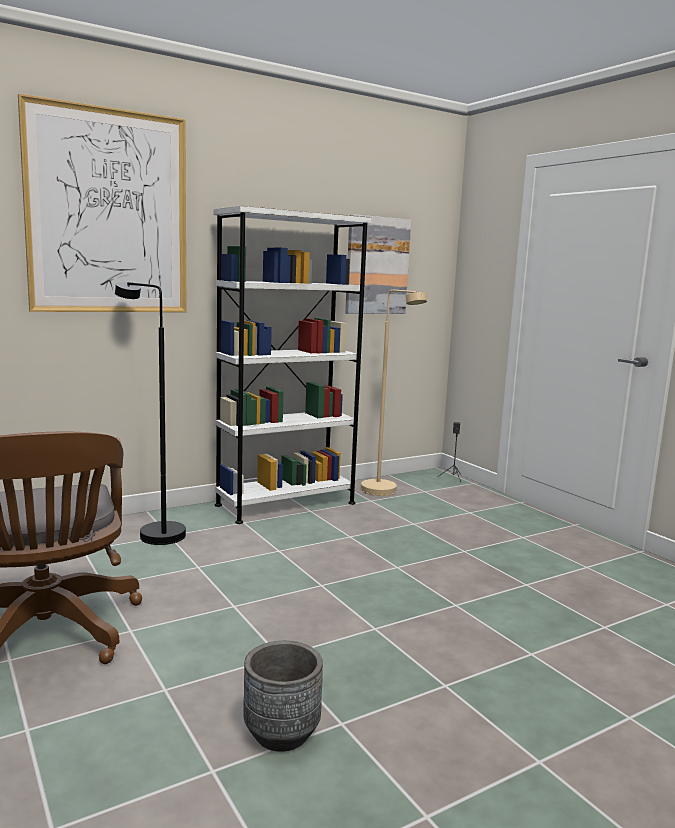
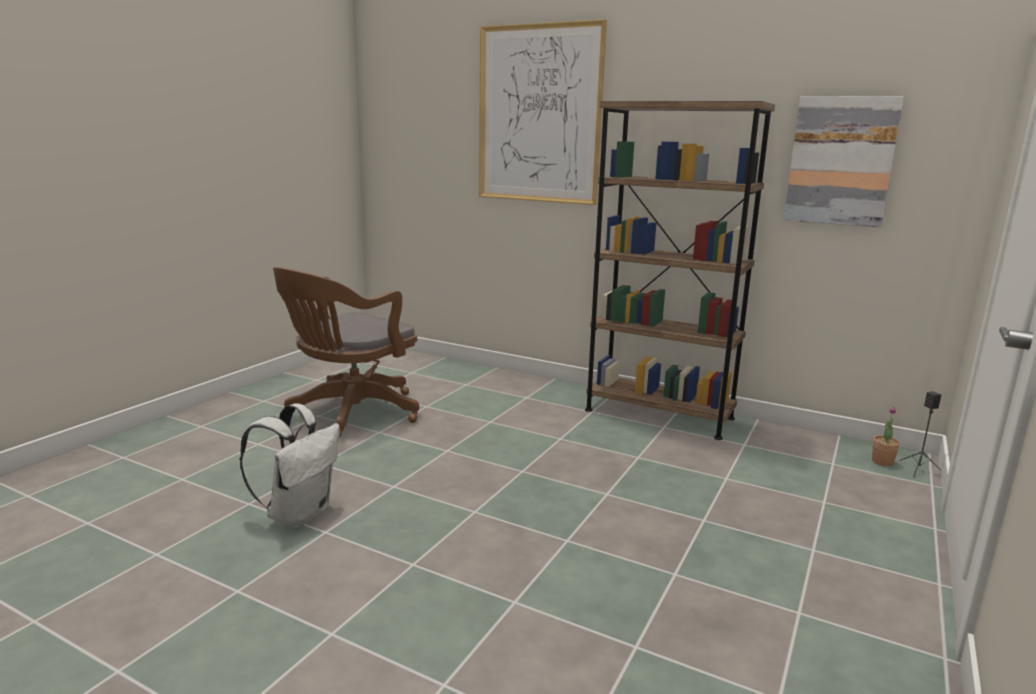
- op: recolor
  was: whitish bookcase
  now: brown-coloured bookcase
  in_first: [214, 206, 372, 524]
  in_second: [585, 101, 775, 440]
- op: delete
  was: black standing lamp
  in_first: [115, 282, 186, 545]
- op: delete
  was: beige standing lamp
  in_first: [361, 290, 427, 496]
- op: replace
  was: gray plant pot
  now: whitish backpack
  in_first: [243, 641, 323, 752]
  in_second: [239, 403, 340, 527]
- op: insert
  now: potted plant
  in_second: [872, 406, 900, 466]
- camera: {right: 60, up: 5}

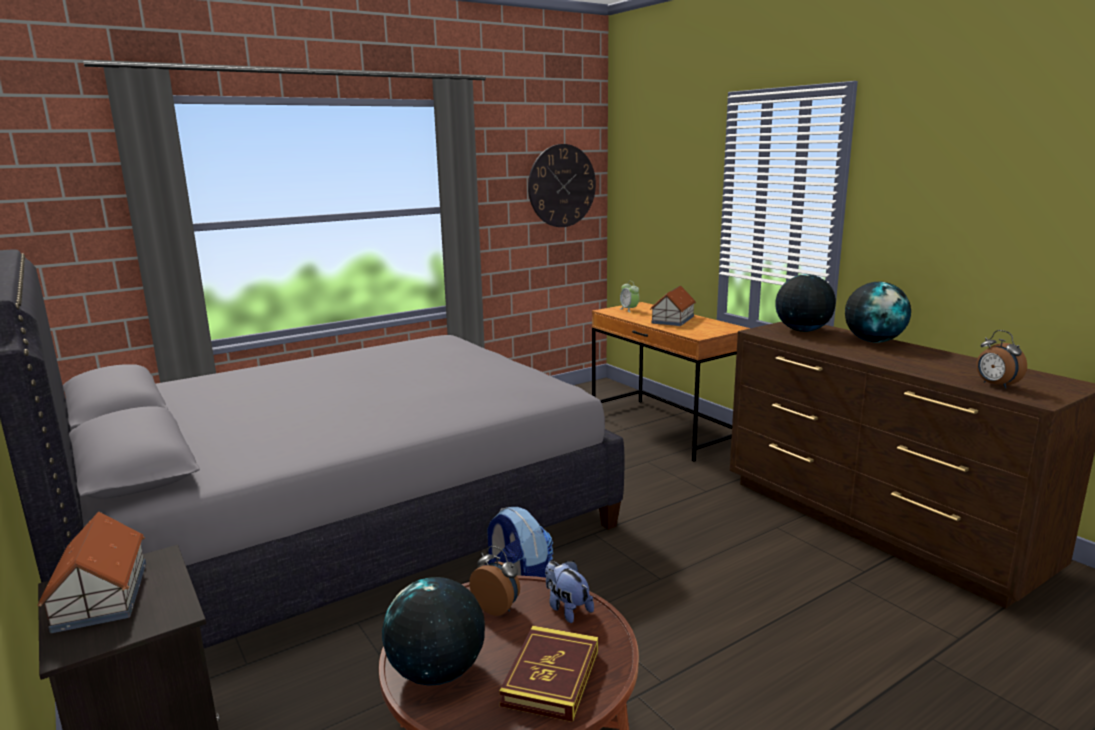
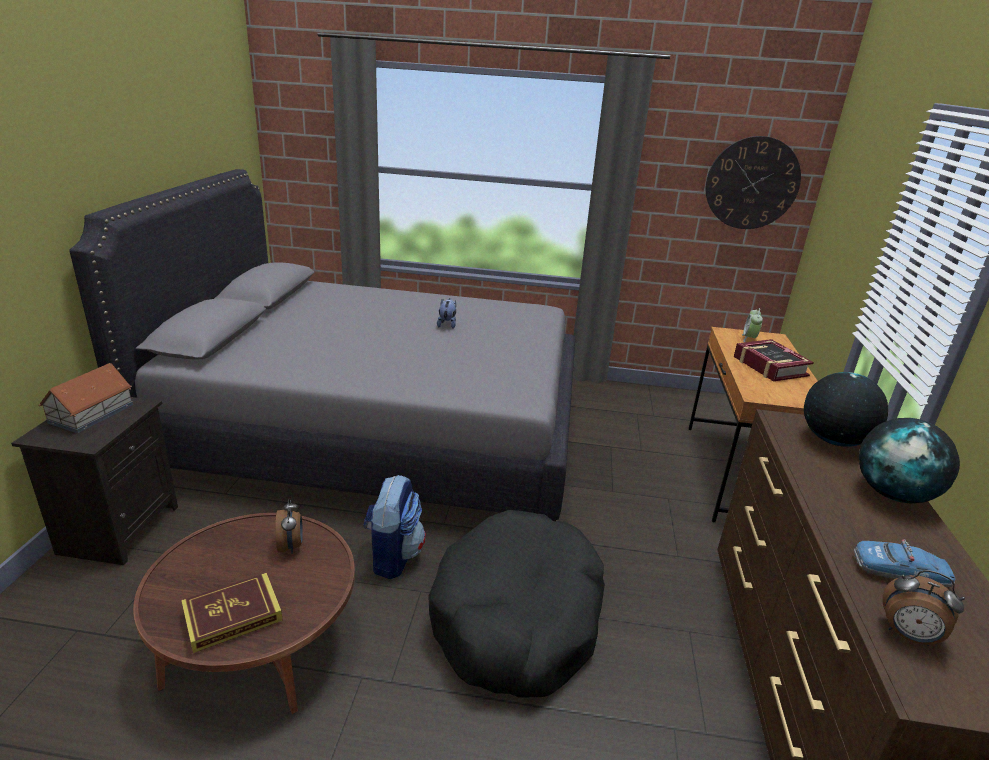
- op: replace
  was: model house
  now: book
  in_first: [650, 285, 696, 326]
  in_second: [734, 339, 814, 381]
- op: rotate
  was: table clock
  in_first: [976, 330, 1027, 389]
  in_second: [882, 570, 965, 646]
  clockwise: -75
- op: move
  was: plush toy
  in_first: [545, 561, 594, 623]
  in_second: [437, 298, 456, 329]
- op: delete
  was: desk globe
  in_first: [382, 577, 485, 686]
- op: insert
  now: black dog cushion
  in_second: [428, 510, 605, 698]
- op: insert
  now: miniature car
  in_second: [854, 539, 956, 587]
- camera: {right: 40, up: 10}

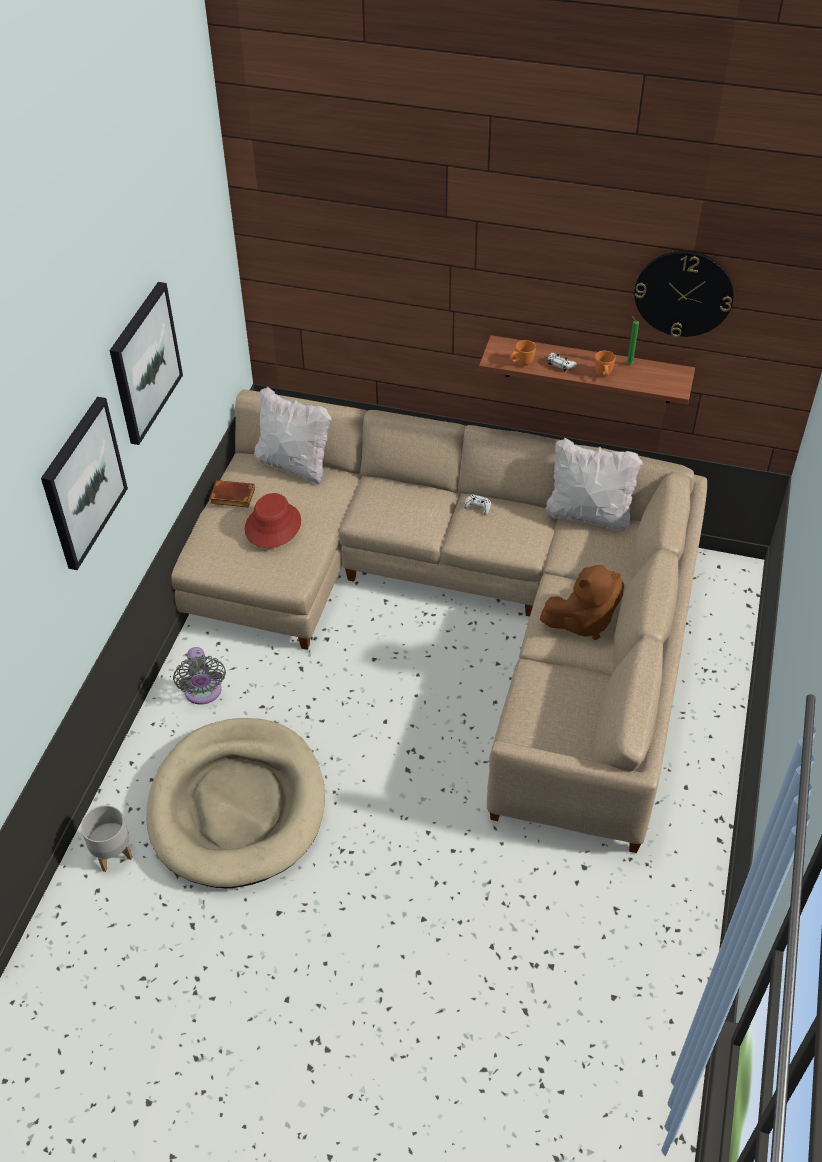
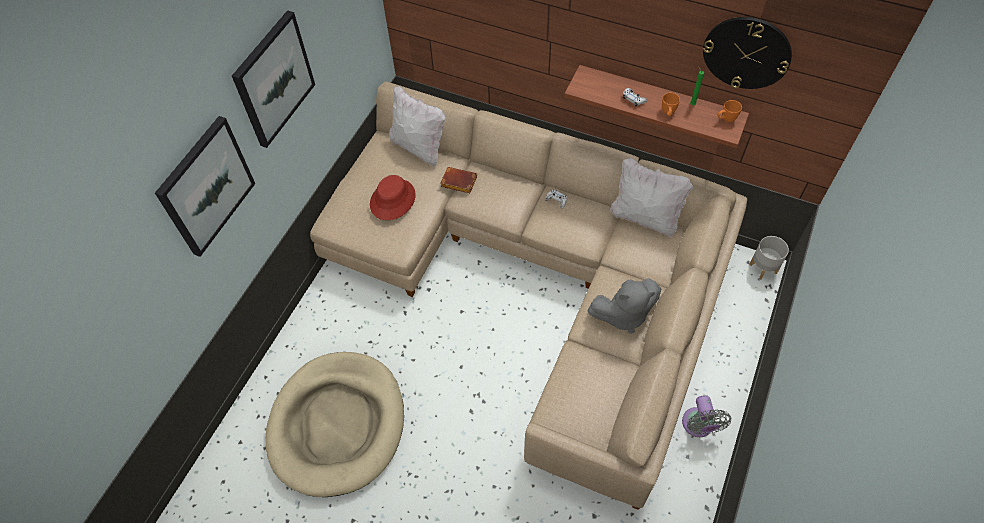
- op: move
  was: orangey coffee mug
  in_first: [510, 340, 536, 366]
  in_second: [717, 100, 742, 122]
- op: move
  was: brown-coloured book
  in_first: [209, 480, 255, 507]
  in_second: [440, 167, 477, 193]
- op: recolor
  was: brown-coloured plush toy
  now: gray plush toy
  in_first: [540, 565, 624, 640]
  in_second: [587, 278, 661, 334]
- op: move
  was: gray electric fan
  in_first: [173, 647, 226, 705]
  in_second: [682, 395, 731, 437]
- op: move
  was: gray plant pot
  in_first: [81, 805, 133, 872]
  in_second: [749, 236, 789, 280]
- camera: {right: 10, up: 10}

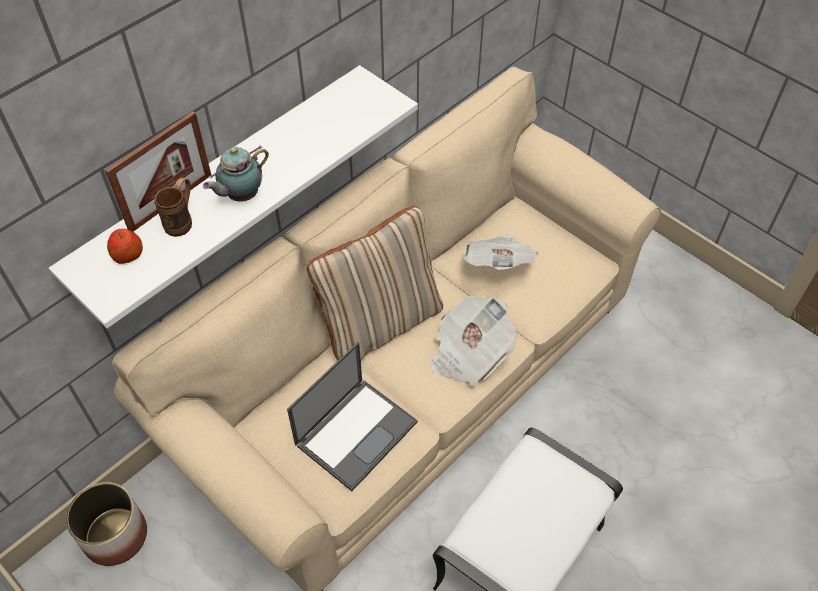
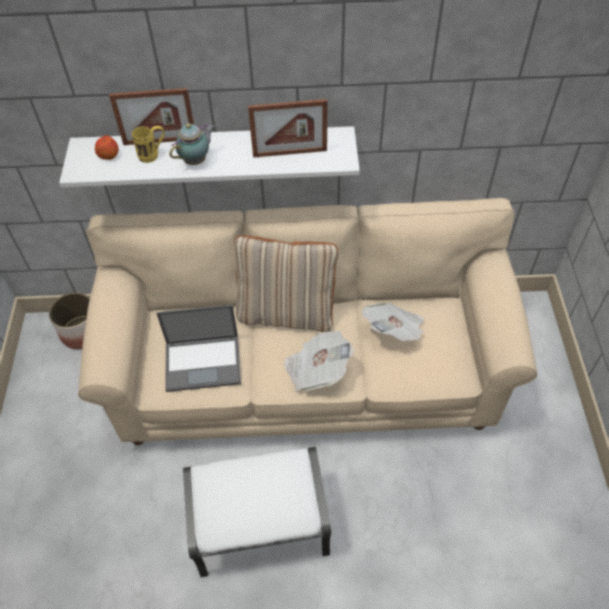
- op: rotate
  was: tea pot
  in_first: [203, 145, 269, 202]
  in_second: [170, 123, 214, 165]
  clockwise: 135
- op: recolor
  was: brown-coloured coffee mug
  now: yellow-coloured coffee mug
  in_first: [155, 178, 192, 237]
  in_second: [132, 126, 164, 163]
- op: insert
  now: photo frame
  in_second: [248, 99, 327, 158]
- camera: {right: 45, up: 0}

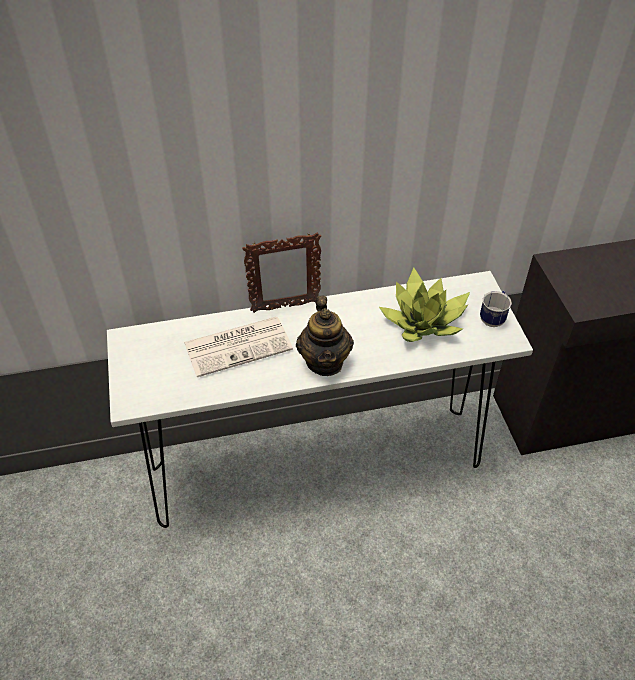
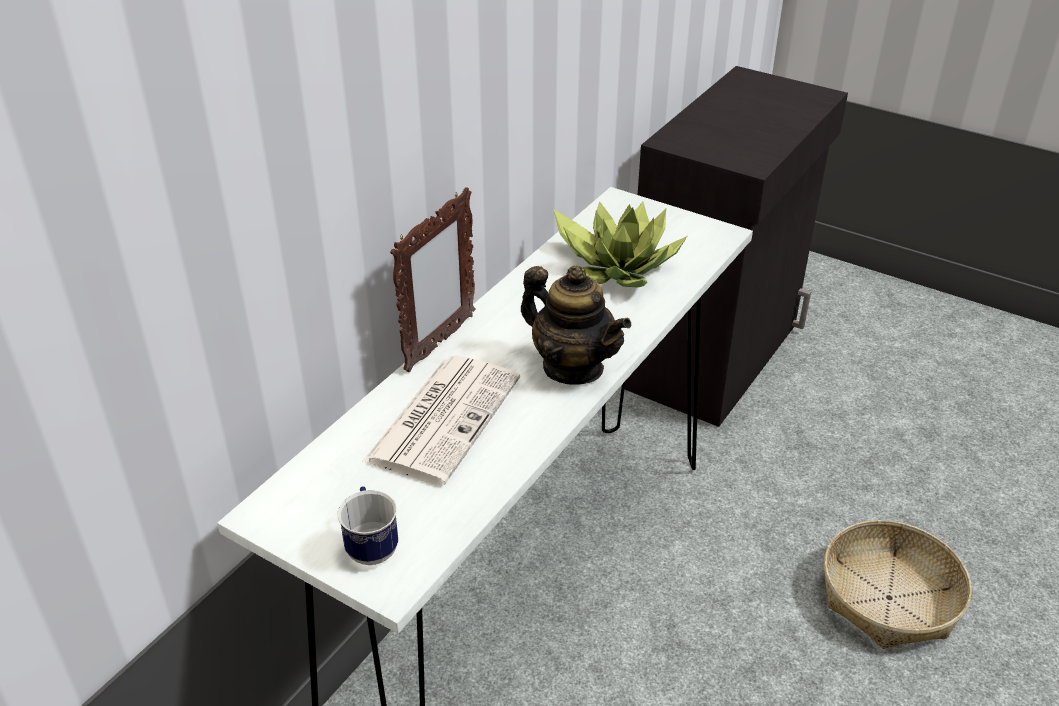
- op: move
  was: coffee mug
  in_first: [480, 291, 512, 327]
  in_second: [338, 486, 398, 565]
- op: insert
  now: basket
  in_second: [824, 520, 972, 649]
- camera: {right: -45, up: -10}

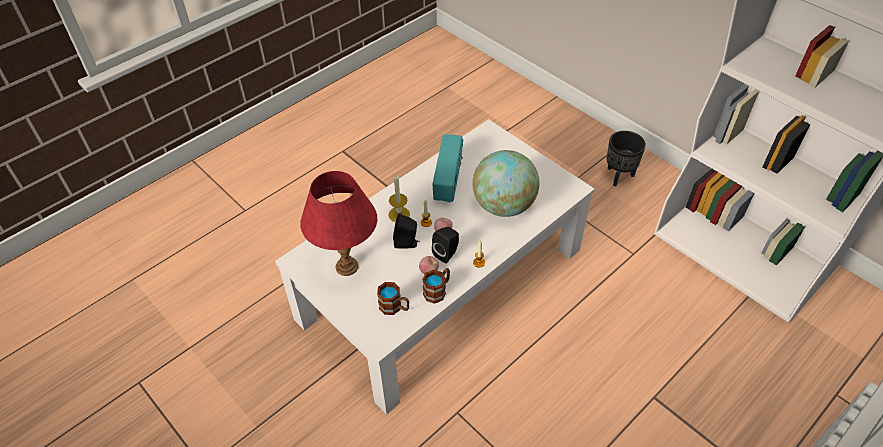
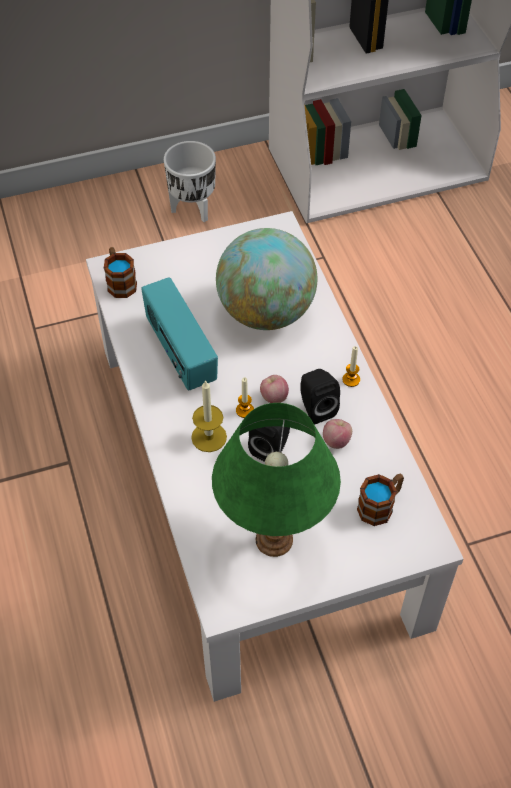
- op: recolor
  was: black plant pot
  now: whitish plant pot
  in_first: [607, 131, 646, 186]
  in_second: [164, 141, 216, 222]
- op: rotate
  was: radio set
  in_first: [433, 134, 463, 202]
  in_second: [141, 277, 218, 390]
  clockwise: -150
- op: recolor
  was: red tabletop lamp
  now: green-coloured tabletop lamp
  in_first: [300, 171, 377, 276]
  in_second: [212, 403, 341, 557]
- op: move
  was: coffee mug
  in_first: [422, 268, 450, 304]
  in_second: [104, 247, 137, 298]
- camera: {right: -65, up: 5}

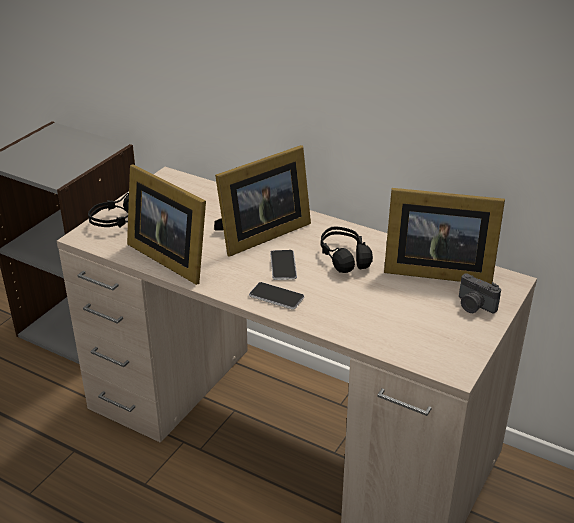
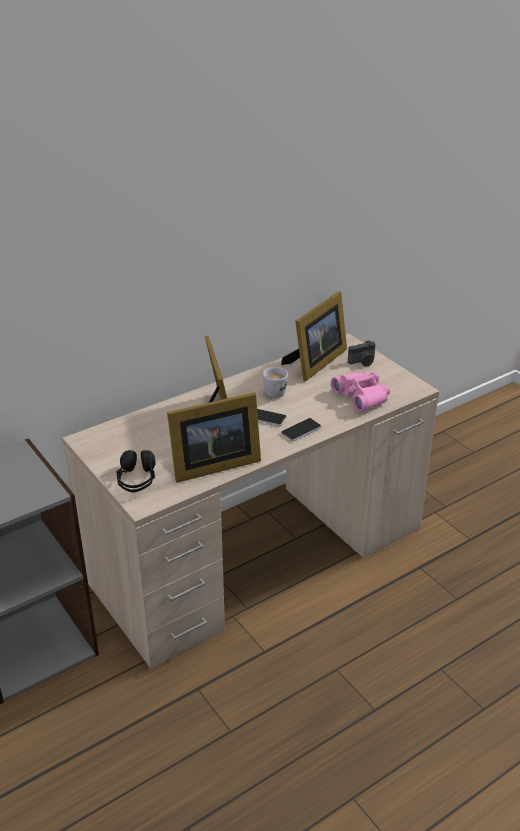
- op: replace
  was: black pair of headphones
  now: whitish coffee mug
  in_first: [321, 227, 373, 273]
  in_second: [263, 367, 288, 398]
- op: insert
  now: pink field glasses
  in_second: [331, 372, 390, 412]
- camera: {right: -65, up: 0}

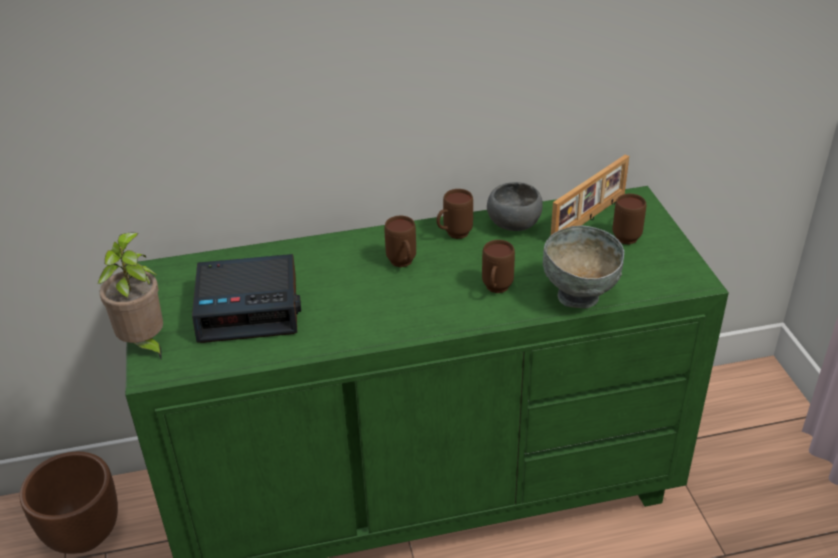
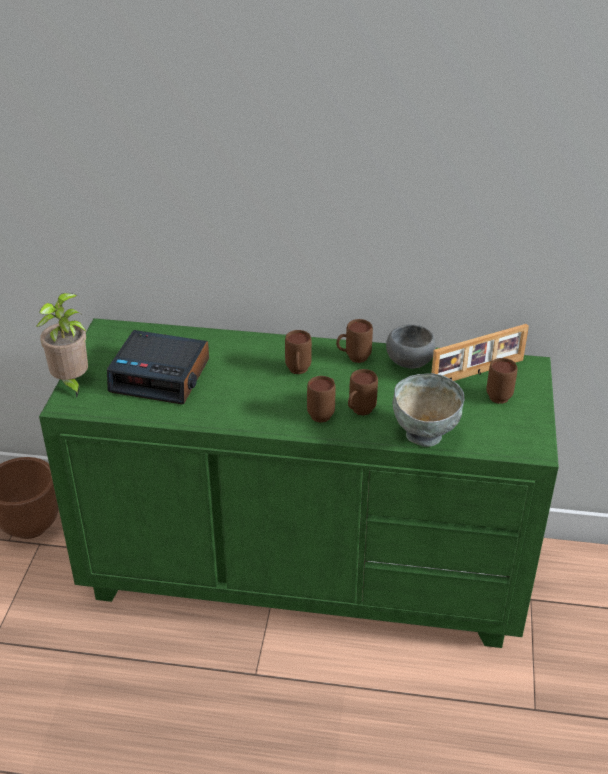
- op: insert
  now: brown-coloured coffee mug
  in_second: [307, 376, 335, 423]
- camera: {right: 20, up: 0}

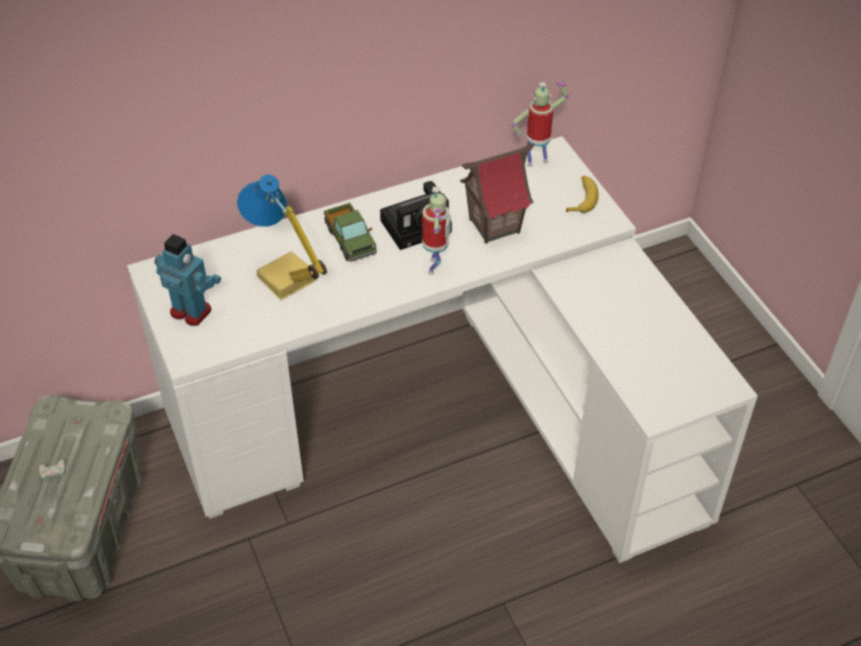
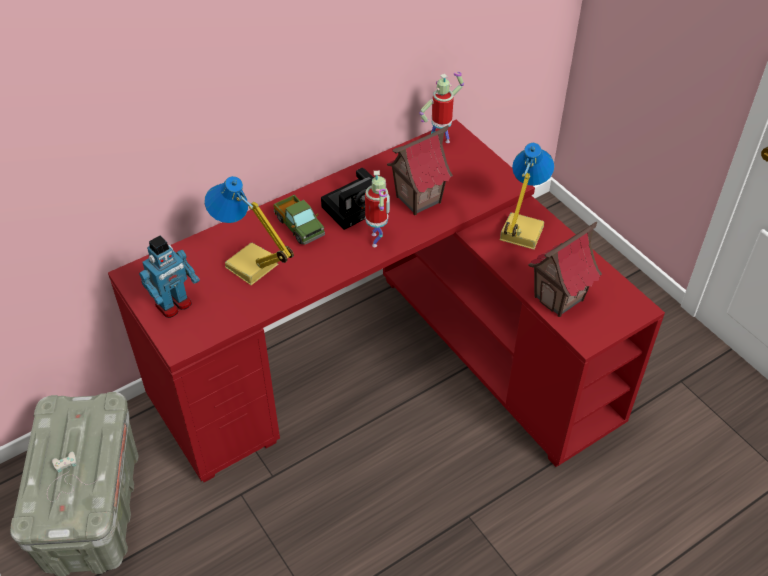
- op: recolor
  was: whitish desk unit
  now: red desk unit
  in_first: [127, 136, 758, 563]
  in_second: [108, 120, 665, 482]
- op: delete
  was: banana
  in_first: [566, 176, 599, 213]
- op: rotate
  was: model robot
  in_first: [154, 234, 221, 326]
  in_second: [139, 236, 200, 318]
  clockwise: 120
- op: insert
  now: tabletop lamp
  in_second: [499, 143, 554, 250]
- op: insert
  now: model house
  in_second: [528, 222, 602, 317]
- camera: {right: -10, up: 0}

